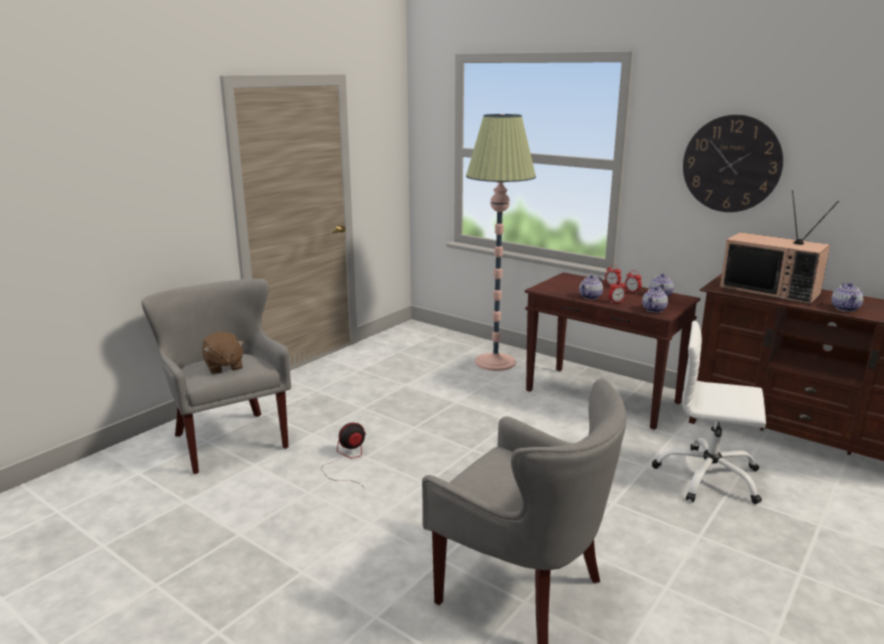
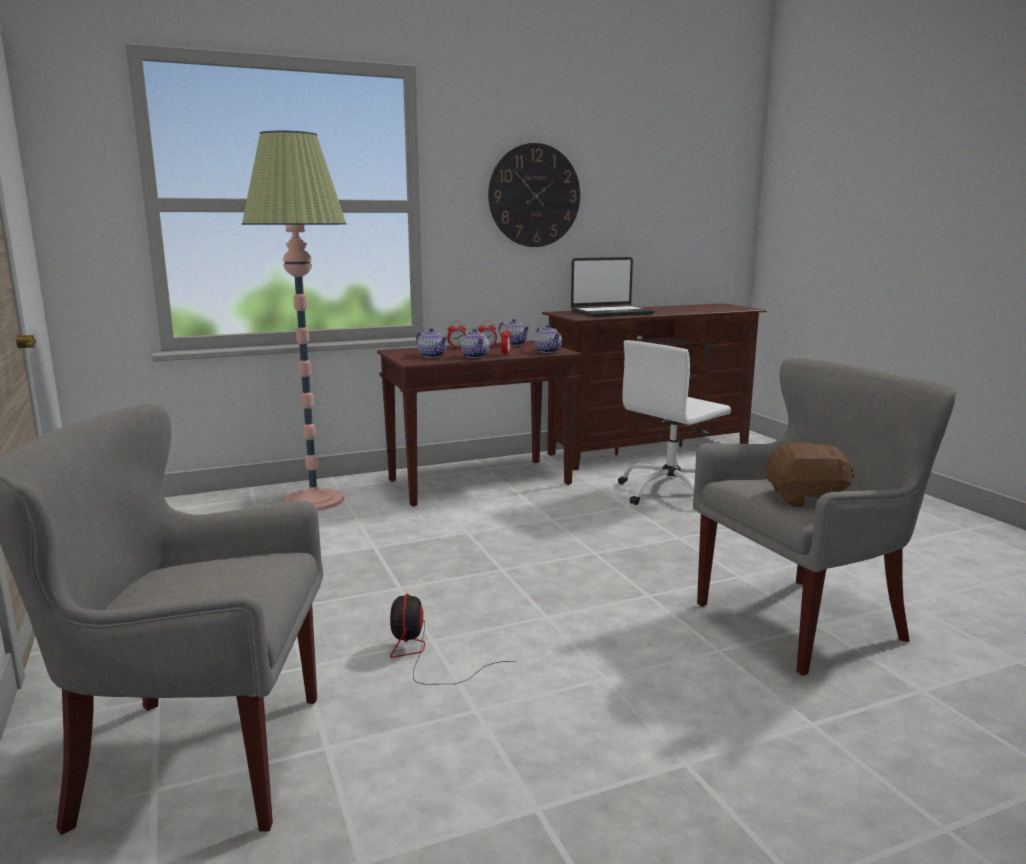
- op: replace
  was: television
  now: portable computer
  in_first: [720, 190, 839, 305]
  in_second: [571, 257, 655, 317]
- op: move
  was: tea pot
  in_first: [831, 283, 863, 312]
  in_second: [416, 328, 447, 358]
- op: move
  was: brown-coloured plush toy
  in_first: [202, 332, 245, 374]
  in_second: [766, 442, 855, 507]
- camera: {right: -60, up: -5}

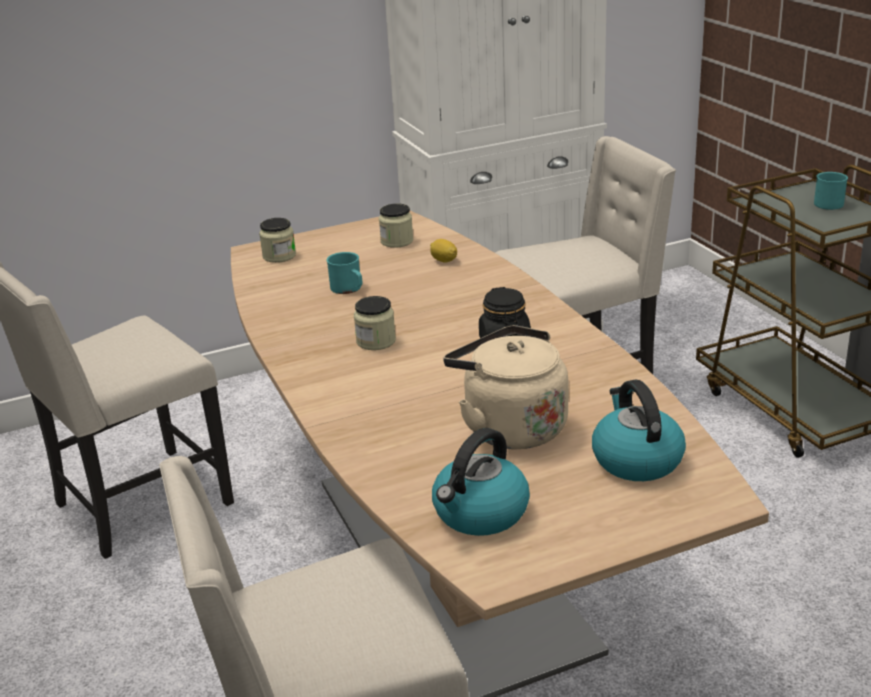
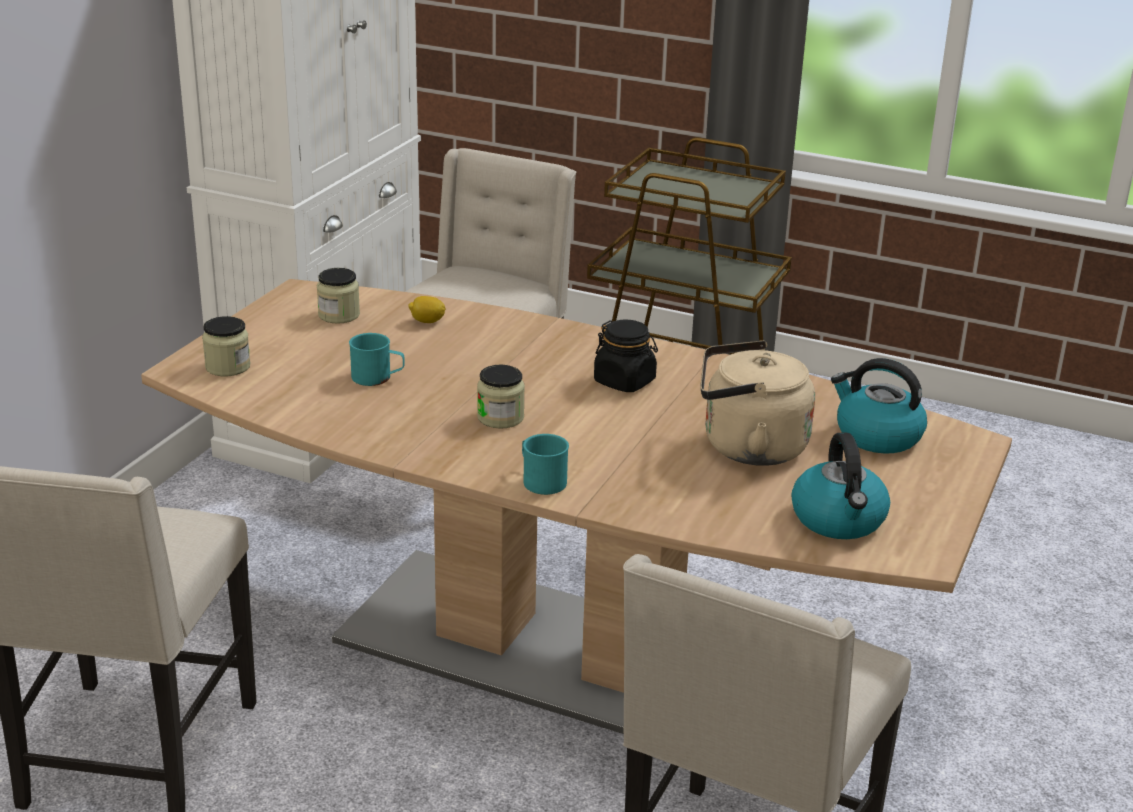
- op: move
  was: turquoise-coloured coffee mug
  in_first: [814, 172, 848, 210]
  in_second: [522, 434, 569, 495]
- camera: {right: -45, up: 0}

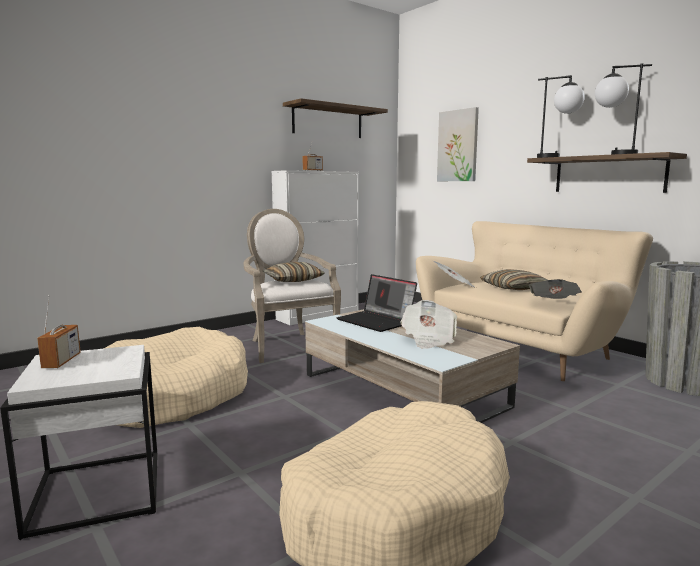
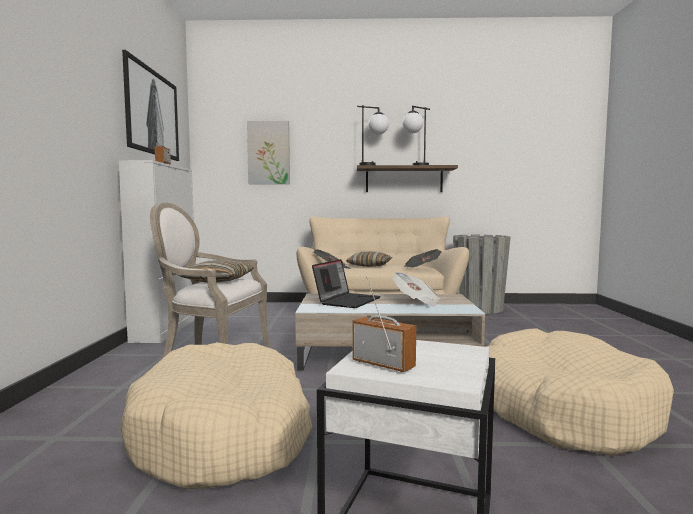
- op: replace
  was: bracket shelf
  now: wall picture
  in_first: [283, 98, 388, 138]
  in_second: [122, 50, 179, 161]
- op: rotate
  was: portable computer
  in_first: [337, 274, 417, 332]
  in_second: [312, 259, 381, 308]
  clockwise: -60
- camera: {right: -50, up: -5}

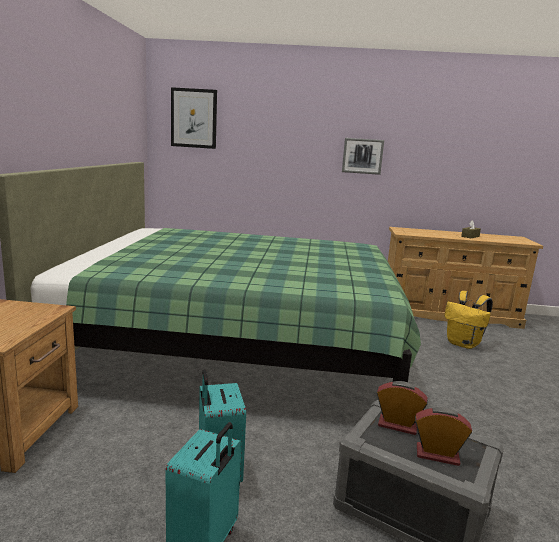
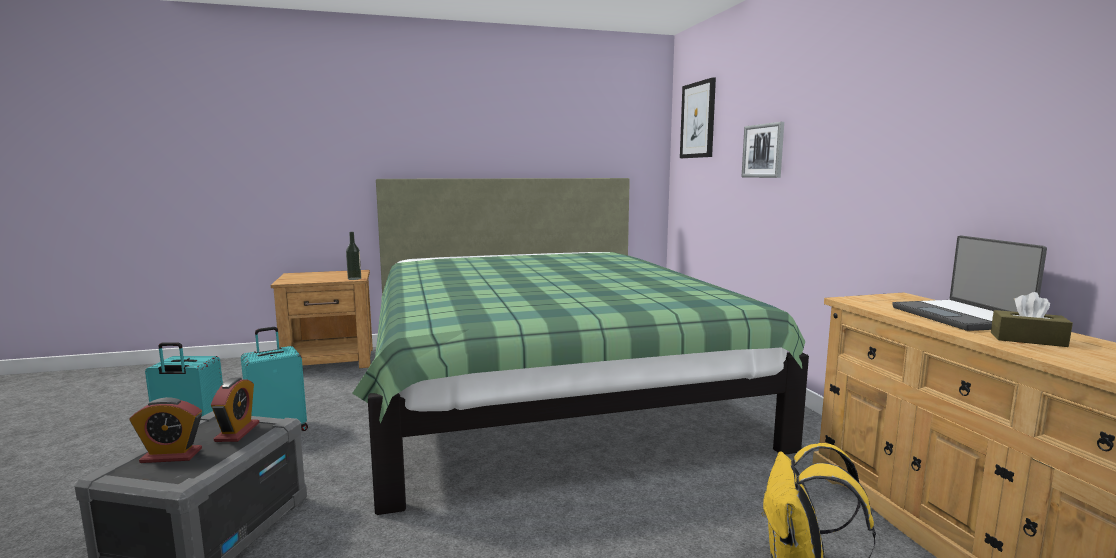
- op: move
  was: wall picture
  in_first: [342, 138, 384, 175]
  in_second: [742, 122, 784, 178]
- op: rotate
  was: table clock
  in_first: [415, 407, 472, 466]
  in_second: [129, 397, 202, 463]
  clockwise: 90
- op: insert
  now: drink bottle
  in_second: [346, 232, 361, 280]
- op: insert
  now: portable computer
  in_second: [892, 236, 1047, 331]
- camera: {right: 70, up: -5}

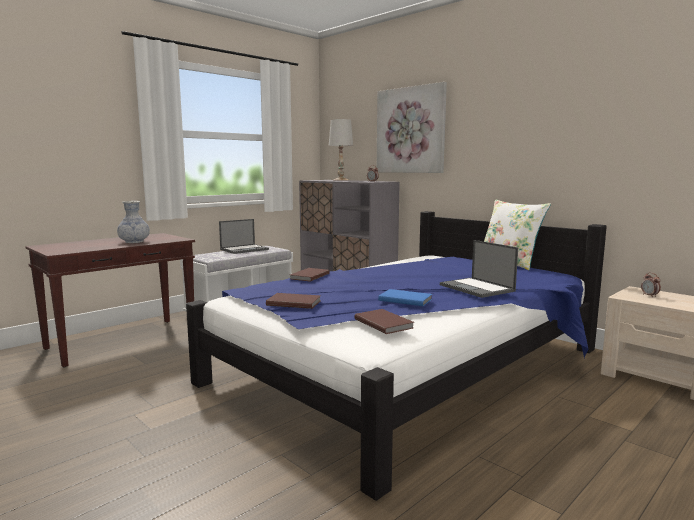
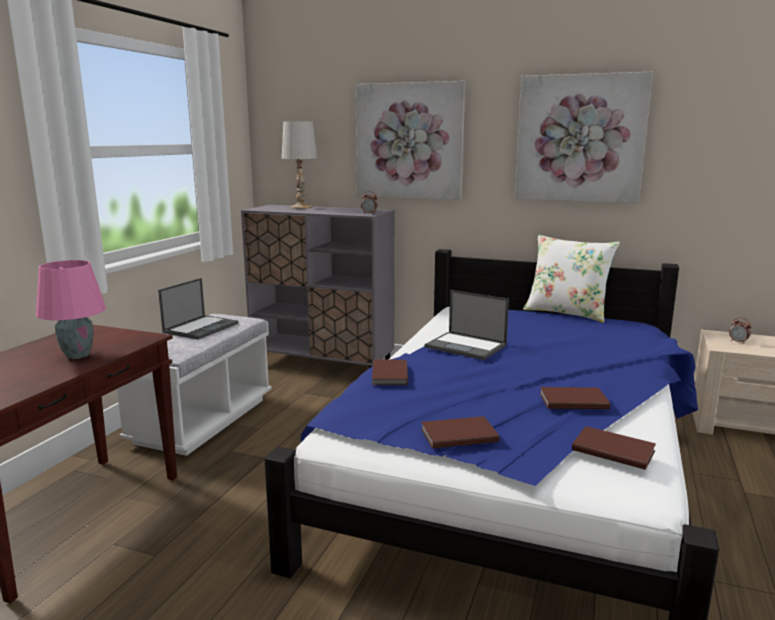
- op: replace
  was: vase
  now: pink tabletop lamp
  in_first: [117, 201, 150, 243]
  in_second: [36, 260, 106, 359]
- op: move
  was: portable computer
  in_first: [440, 240, 518, 298]
  in_second: [425, 290, 509, 360]
- op: recolor
  was: blue book
  now: brown-coloured book
  in_first: [378, 289, 432, 306]
  in_second: [540, 387, 610, 409]
- op: insert
  now: wall picture
  in_second: [514, 72, 653, 203]
- camera: {right: -25, up: 5}

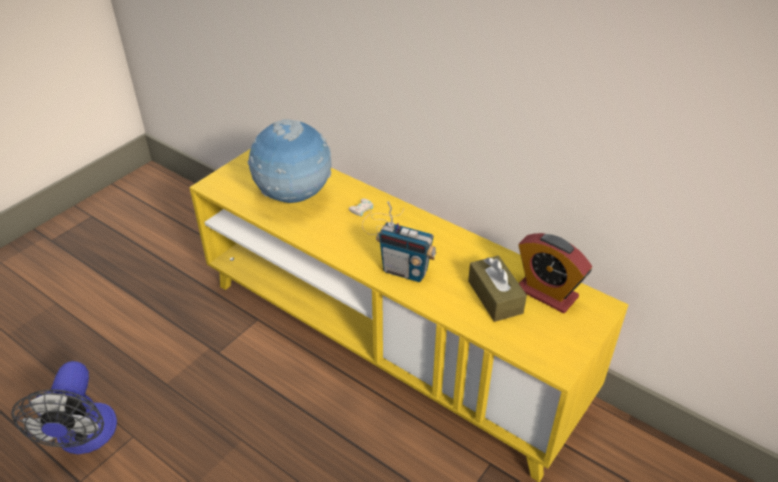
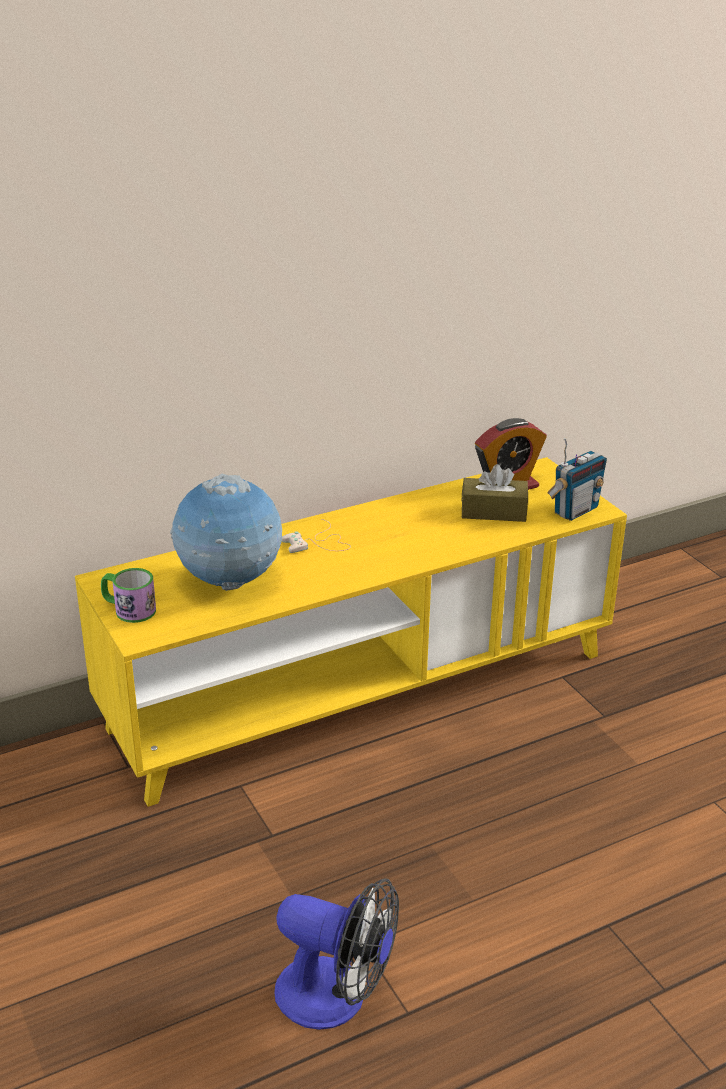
- op: move
  was: radio set
  in_first: [376, 201, 436, 282]
  in_second: [547, 437, 607, 521]
- op: insert
  now: coffee mug
  in_second: [101, 568, 156, 623]
- camera: {right: -65, up: -10}

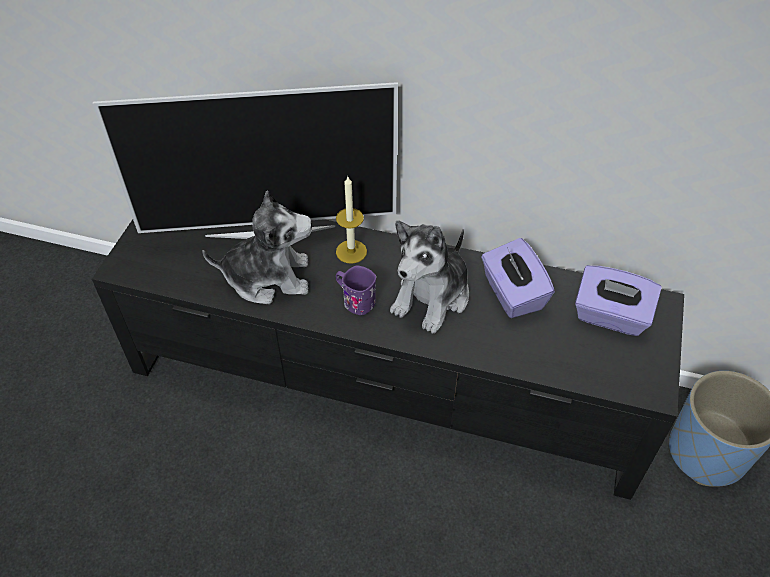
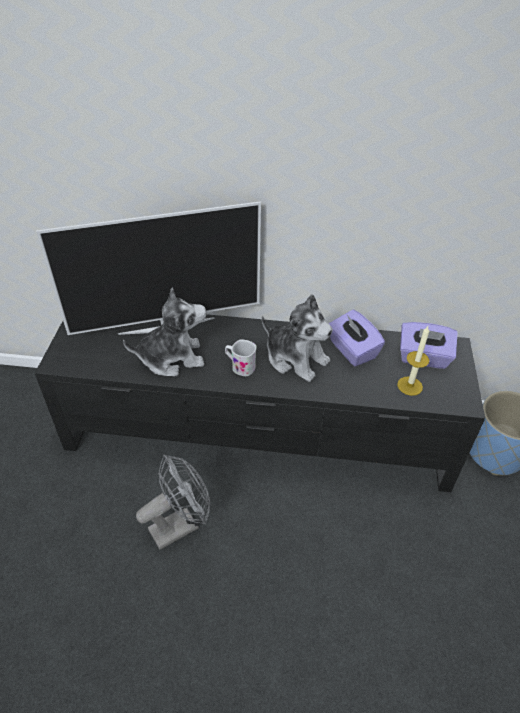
- op: move
  was: candle
  in_first: [336, 177, 367, 264]
  in_second: [397, 326, 429, 396]
- op: rotate
  was: plush toy
  in_first: [390, 220, 469, 334]
  in_second: [262, 294, 333, 382]
  clockwise: -75
- op: recolor
  was: purple-coloured coffee mug
  now: whitish coffee mug
  in_first: [336, 266, 376, 315]
  in_second: [225, 339, 257, 376]
- op: insert
  now: gray electric fan
  in_second: [136, 455, 211, 550]
- camera: {right: -10, up: -5}

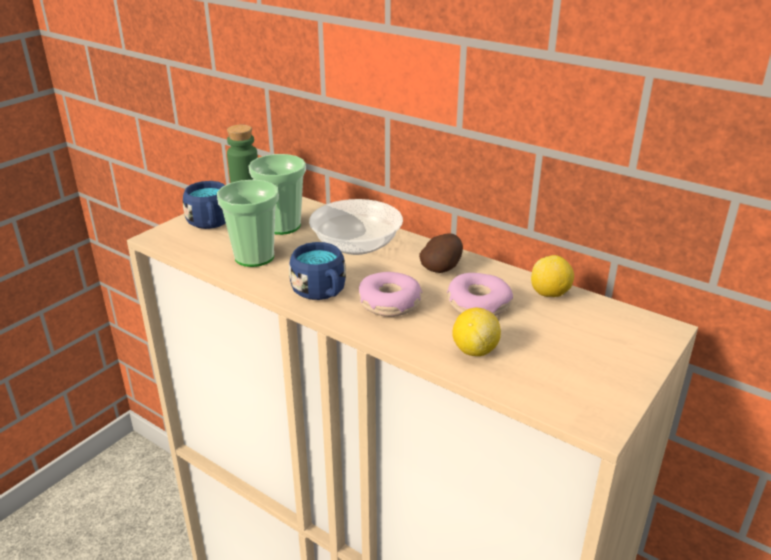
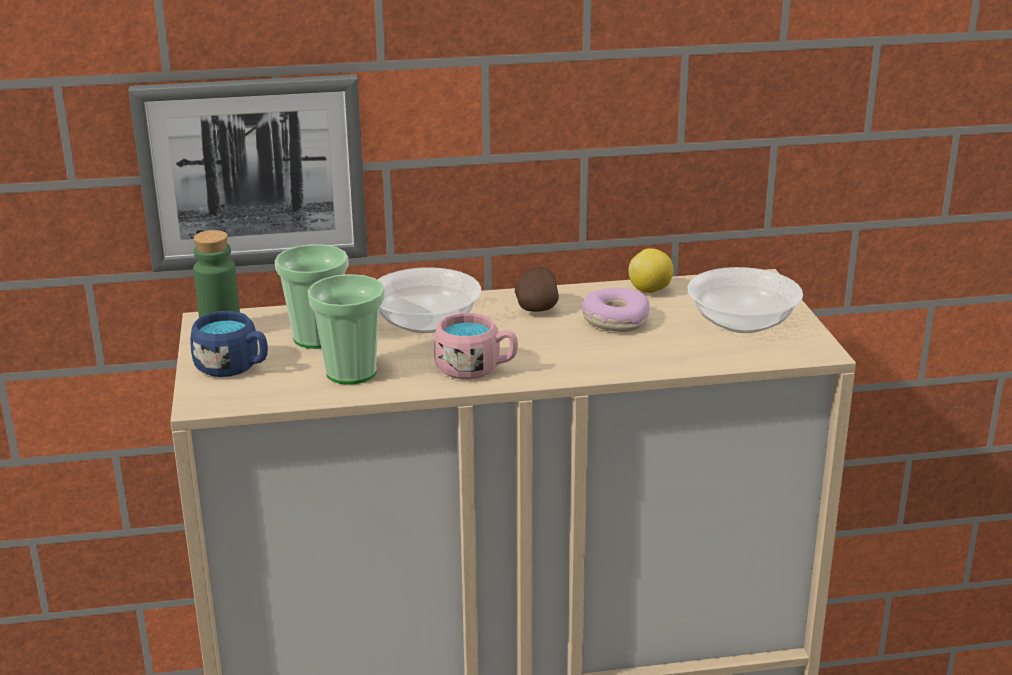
- op: recolor
  was: blue coffee mug
  now: pink coffee mug
  in_first: [289, 242, 346, 300]
  in_second: [434, 313, 518, 379]
- op: delete
  was: ring doughnut
  in_first: [359, 272, 422, 317]
- op: delete
  was: lemon
  in_first: [452, 308, 501, 356]
- op: insert
  now: wall picture
  in_second: [128, 74, 368, 272]
- op: insert
  now: bowl
  in_second: [687, 267, 803, 333]
- camera: {right: -45, up: -5}

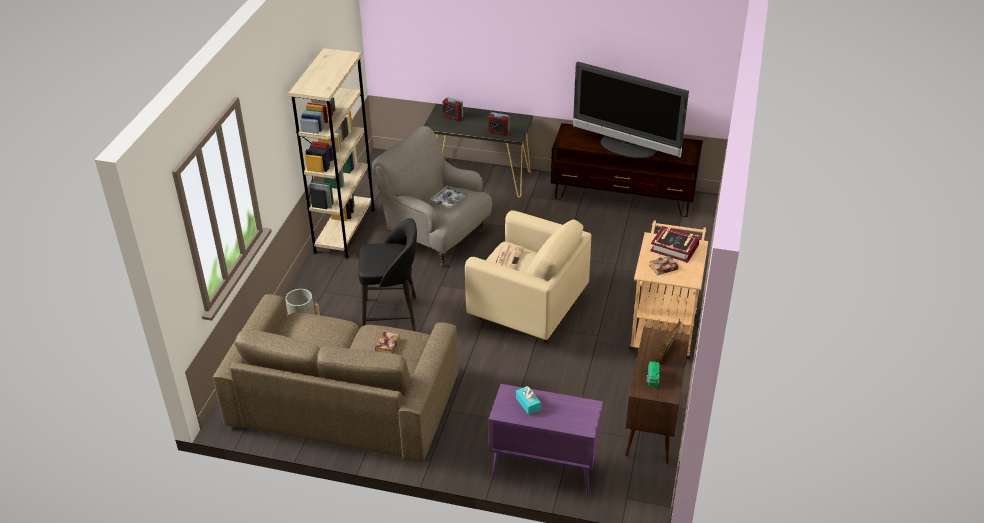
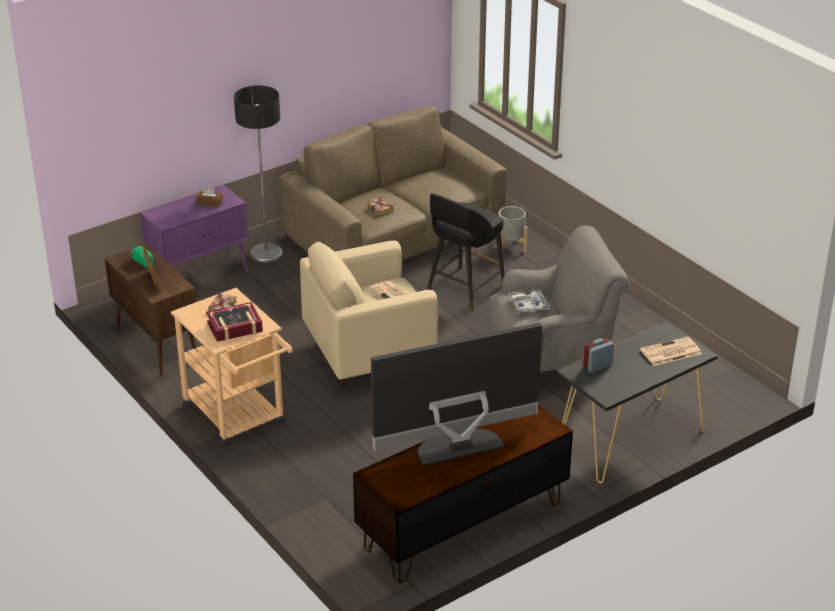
- op: delete
  was: beige bookcase
  in_first: [288, 48, 376, 259]
- op: replace
  was: table clock
  now: daily paper
  in_first: [443, 97, 463, 121]
  in_second: [640, 337, 702, 366]
- op: recolor
  was: turquoise-coloured tissue box
  now: brown-coloured tissue box
  in_first: [516, 386, 541, 415]
  in_second: [196, 186, 223, 208]
- op: insert
  now: standing lamp
  in_second: [234, 85, 283, 263]
- camera: {right: 130, up: -5}

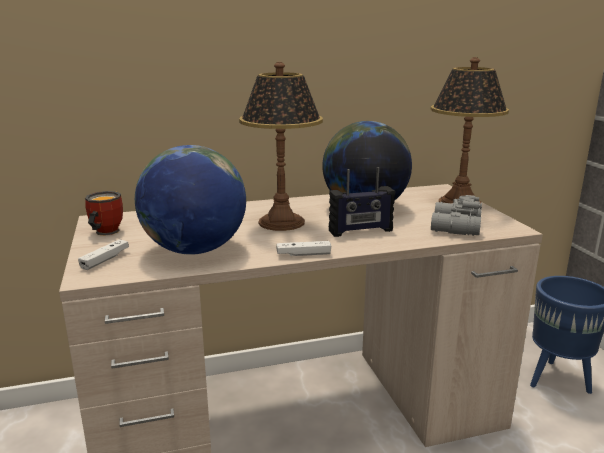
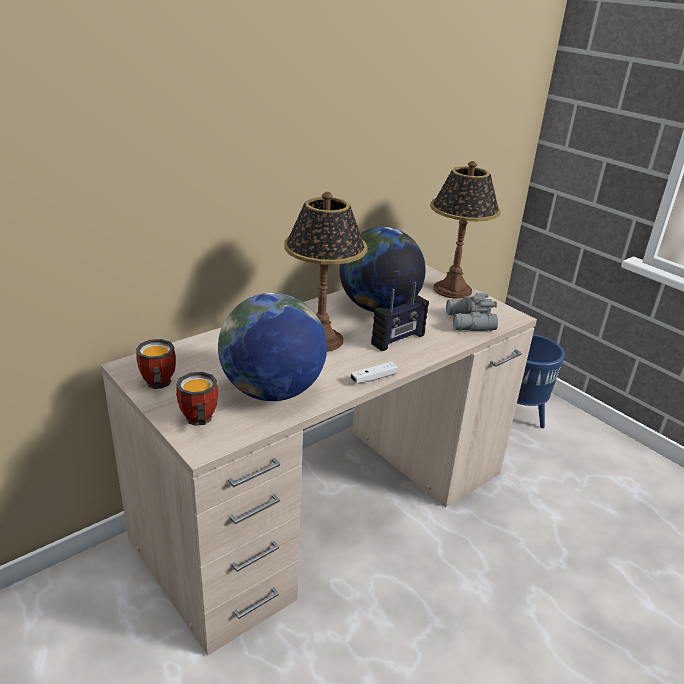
- op: replace
  was: whitish game controller
  now: coffee mug
  in_first: [78, 239, 129, 270]
  in_second: [176, 372, 218, 426]
- camera: {right: -25, up: 10}

